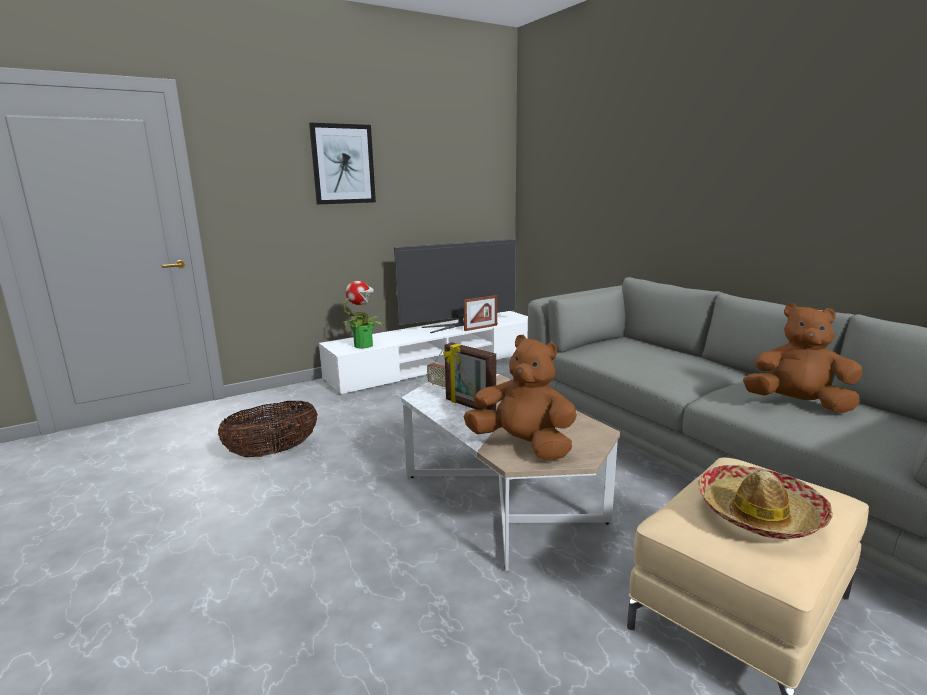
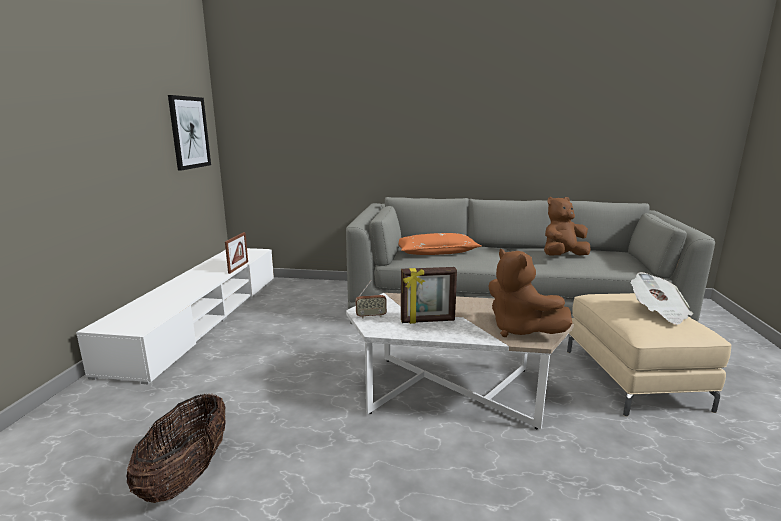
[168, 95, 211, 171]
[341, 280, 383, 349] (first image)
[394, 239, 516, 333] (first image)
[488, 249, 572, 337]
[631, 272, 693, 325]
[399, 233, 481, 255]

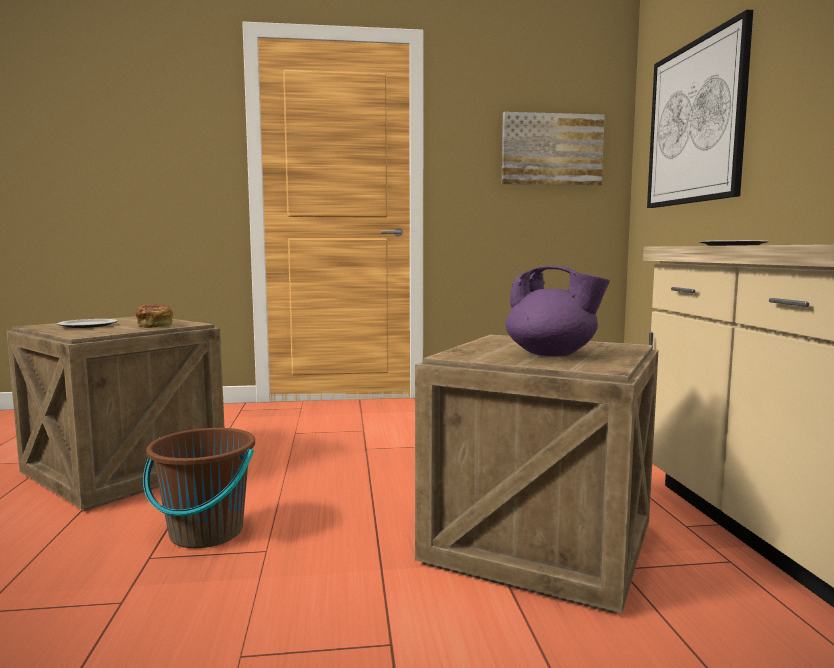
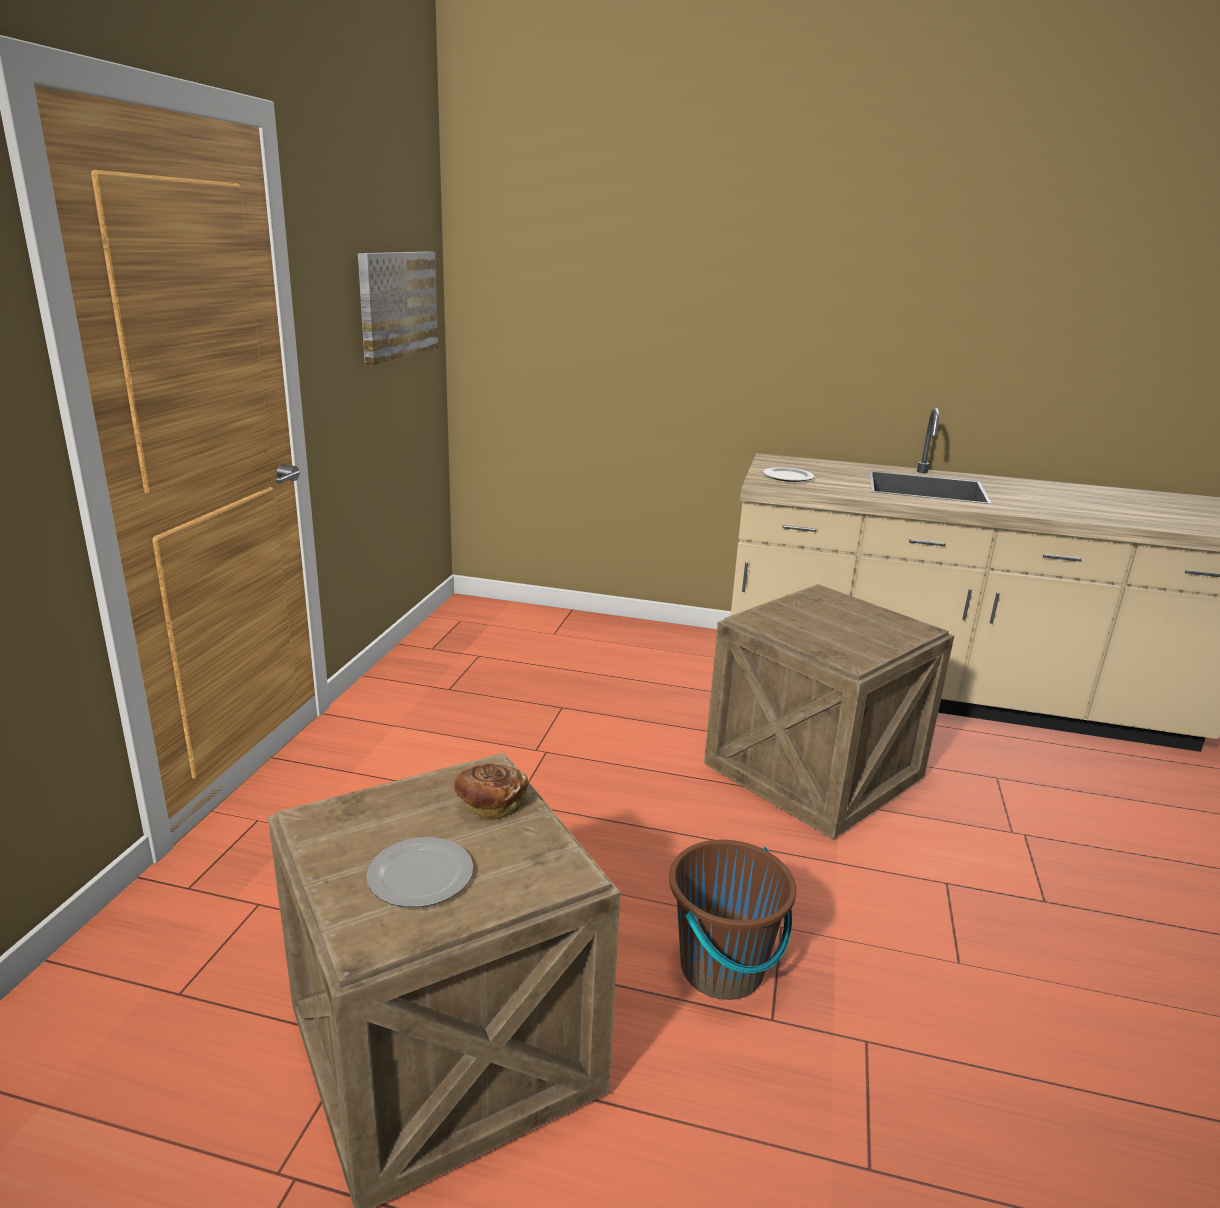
[506, 266, 610, 356] (first image)
[647, 10, 753, 208] (first image)

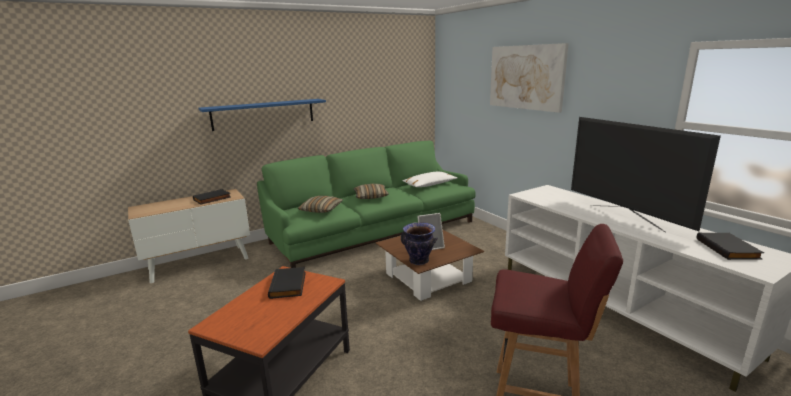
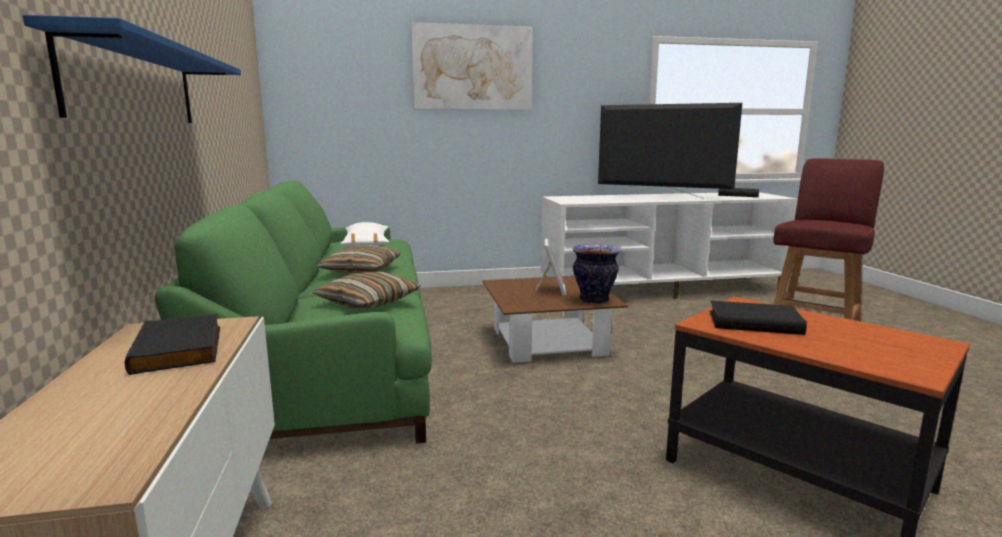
[598, 103, 742, 199]

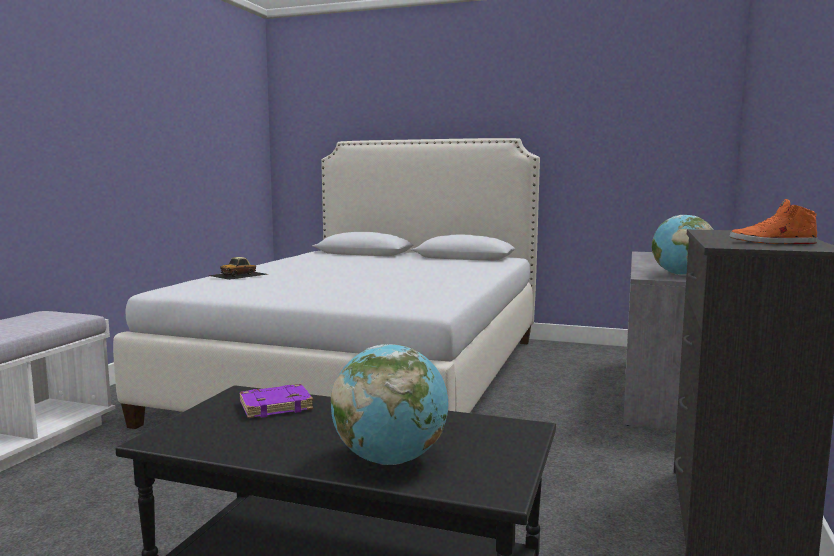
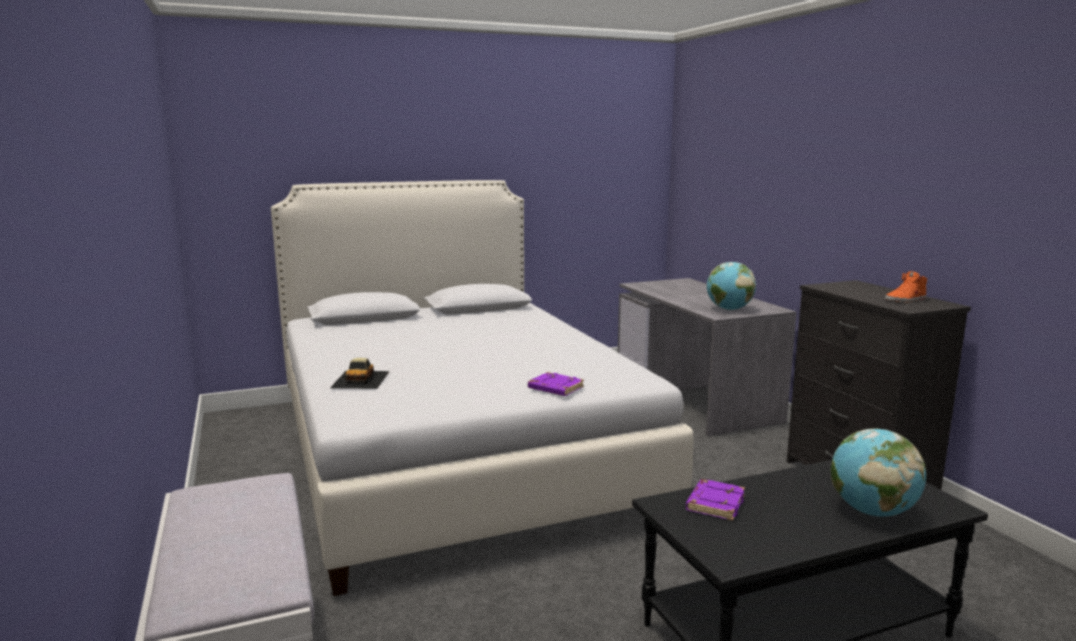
[528, 372, 584, 396]

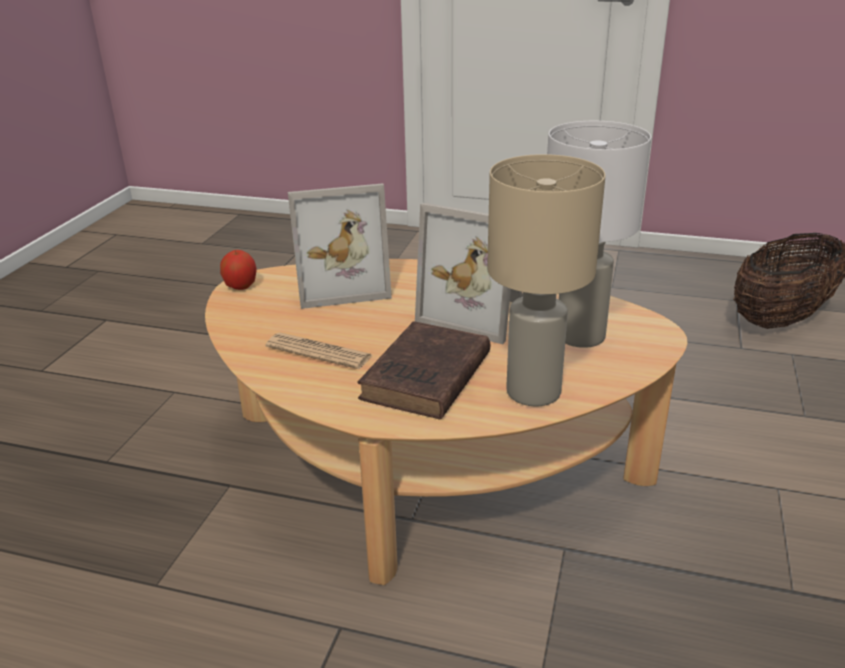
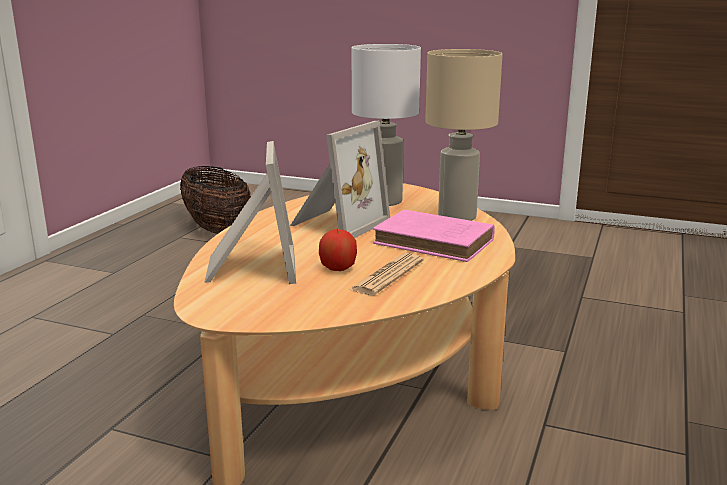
[319, 228, 357, 271]
[373, 210, 495, 262]

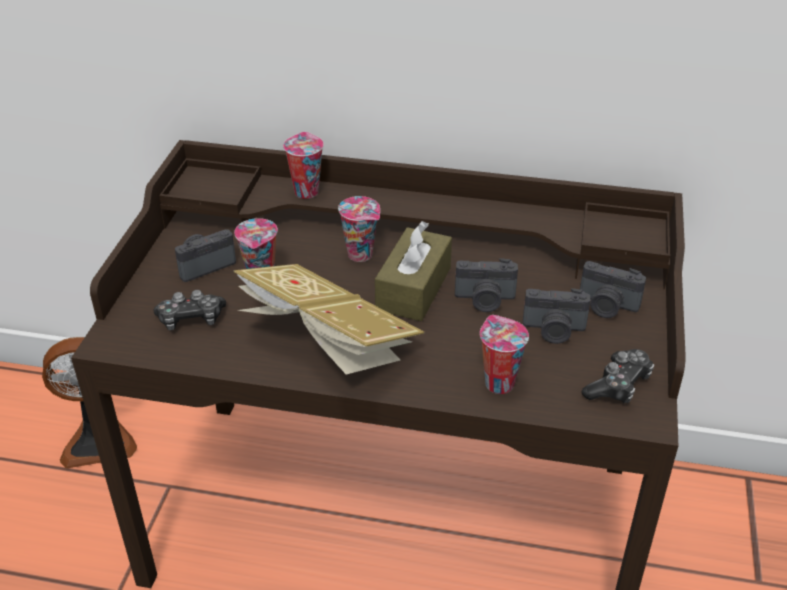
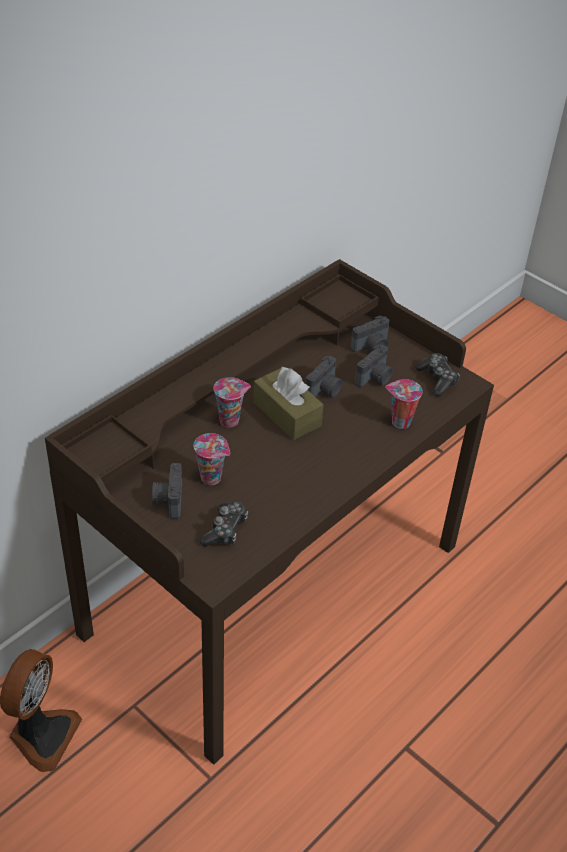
[234, 264, 425, 375] (first image)
[283, 132, 324, 199] (first image)

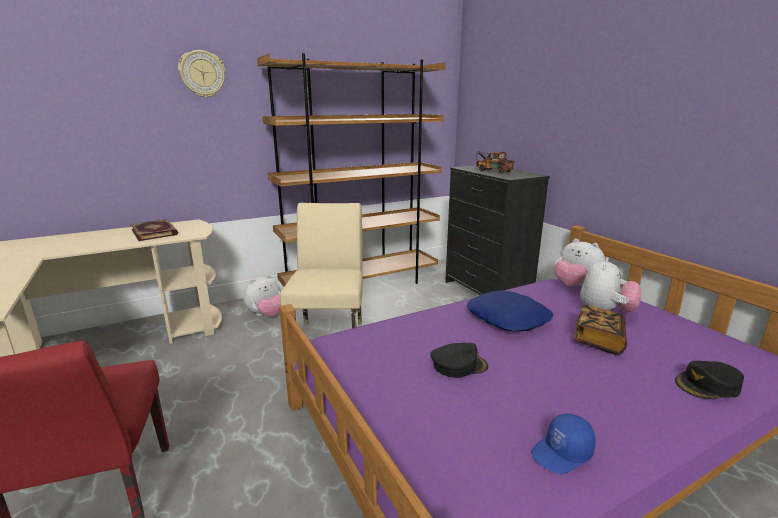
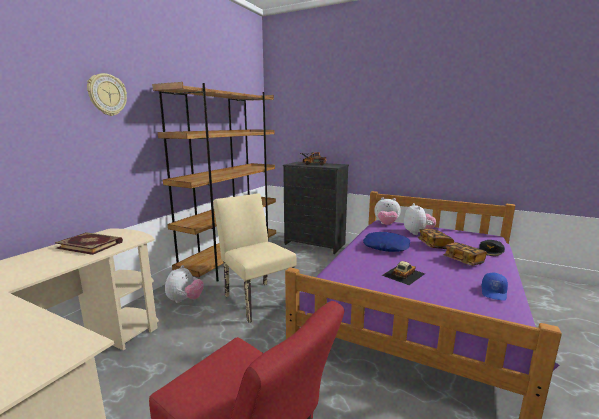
[382, 261, 425, 285]
[443, 242, 487, 266]

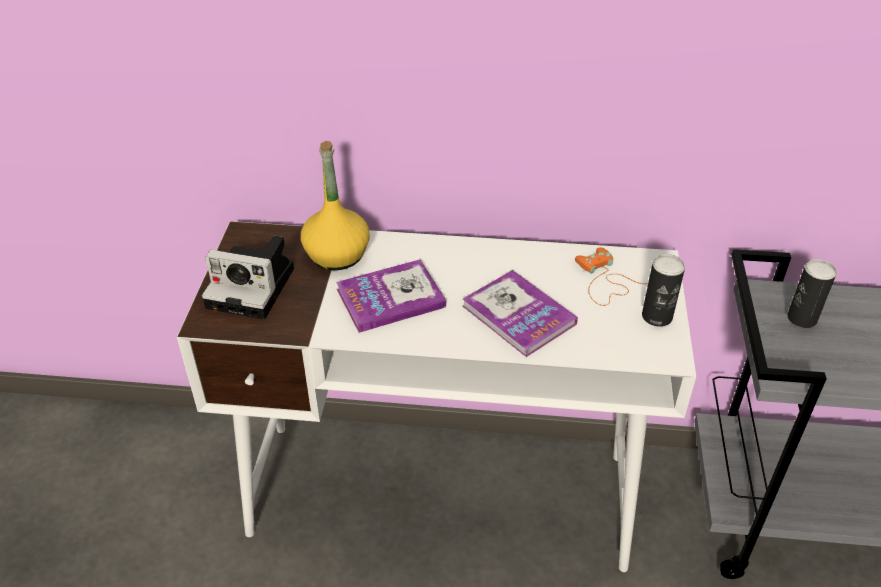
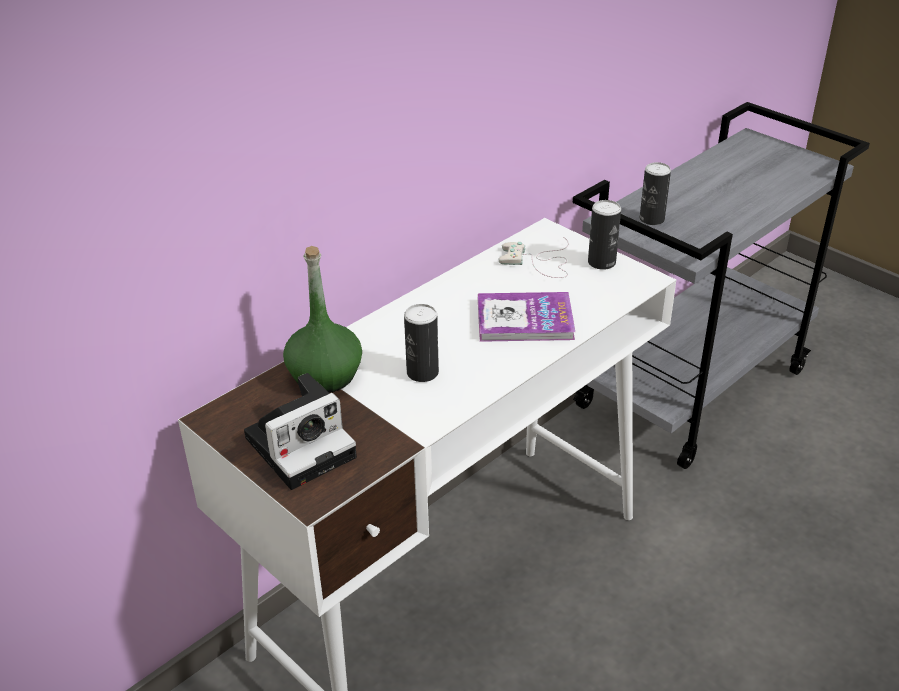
[283, 246, 362, 393]
[404, 304, 439, 382]
[499, 237, 569, 278]

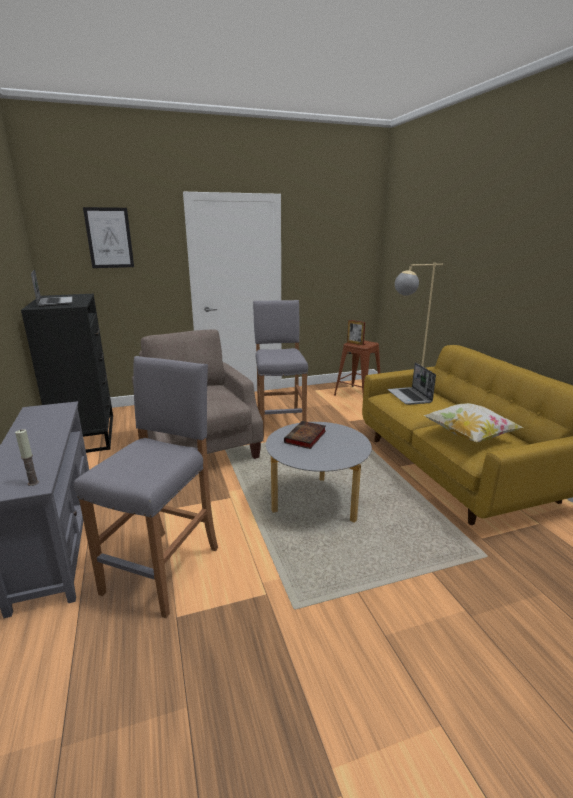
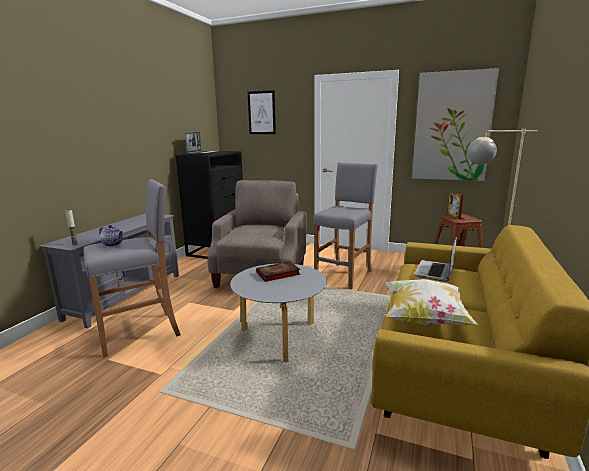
[99, 225, 123, 246]
[412, 68, 499, 181]

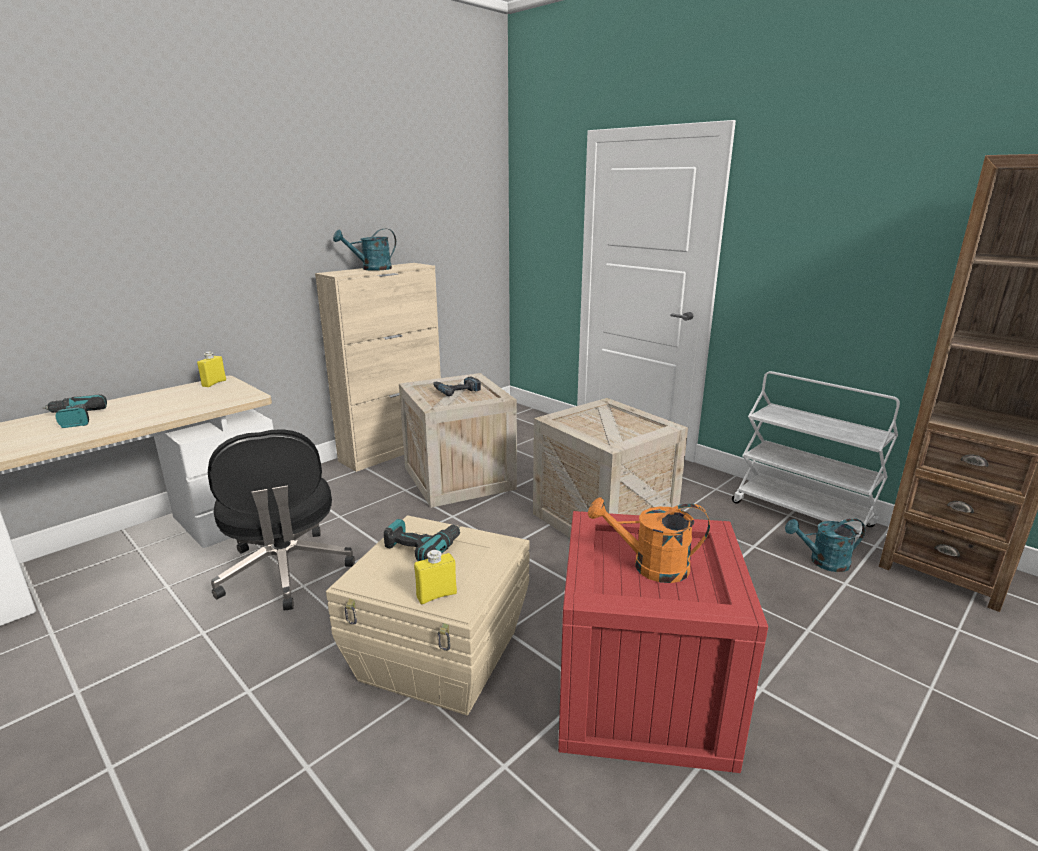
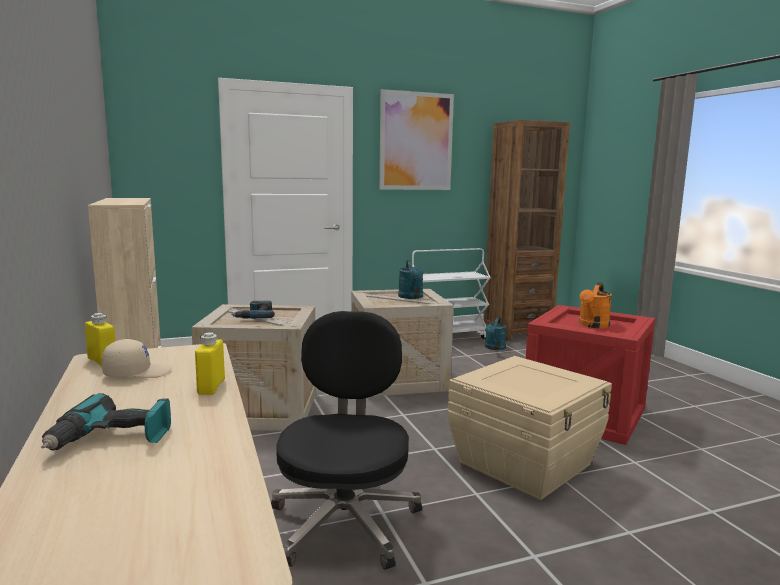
[271, 311, 422, 570]
[398, 260, 423, 299]
[384, 519, 460, 561] (first image)
[195, 332, 225, 395]
[102, 339, 172, 378]
[379, 89, 454, 190]

